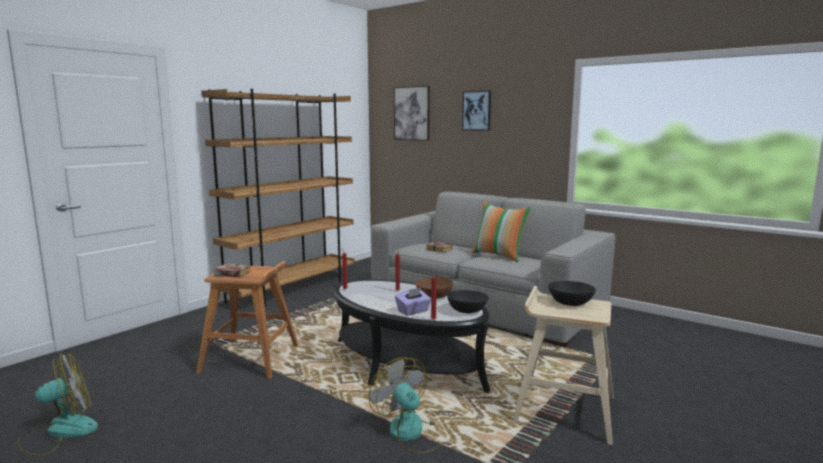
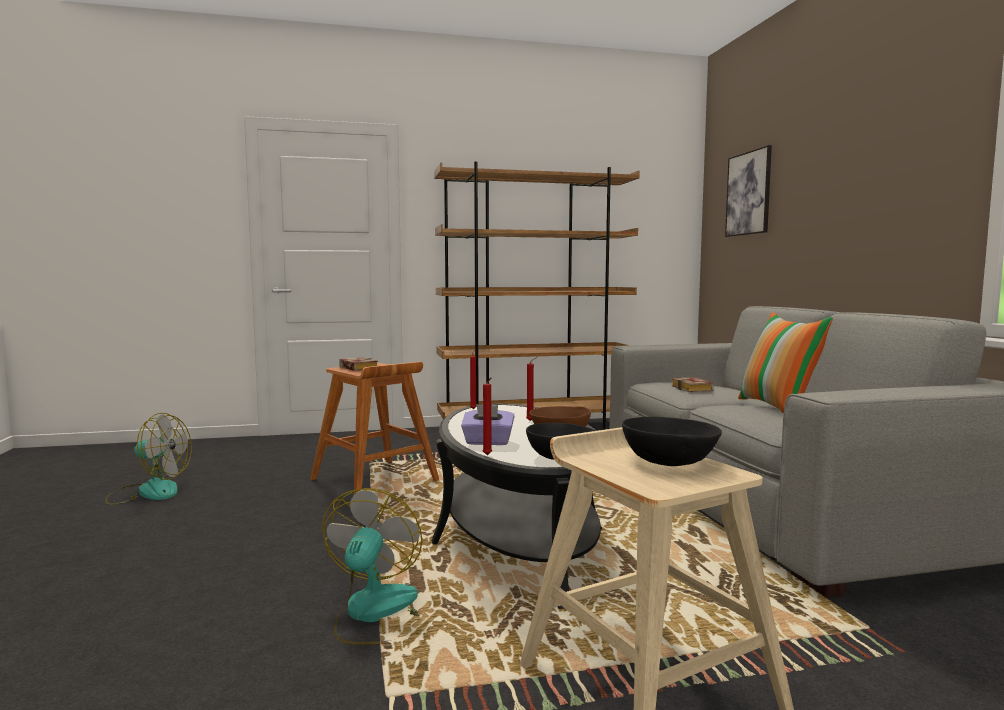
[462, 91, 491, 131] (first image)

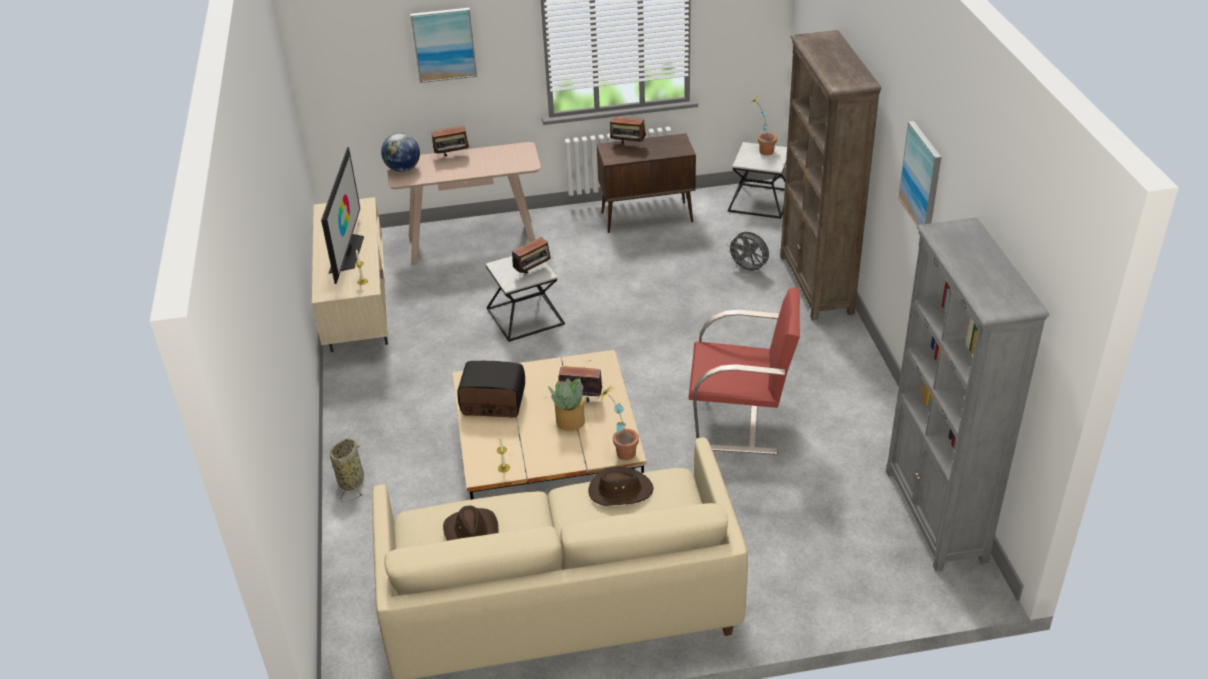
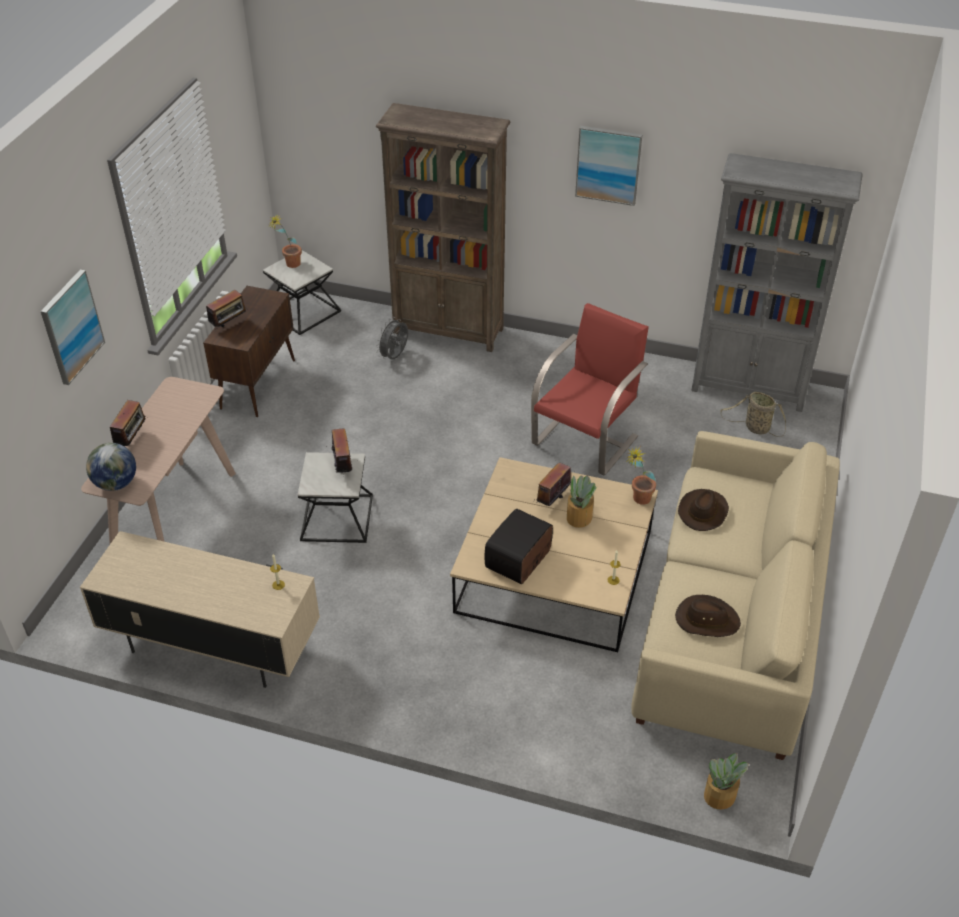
[321, 147, 364, 284] (first image)
[721, 392, 786, 437]
[376, 317, 408, 360]
[704, 753, 749, 810]

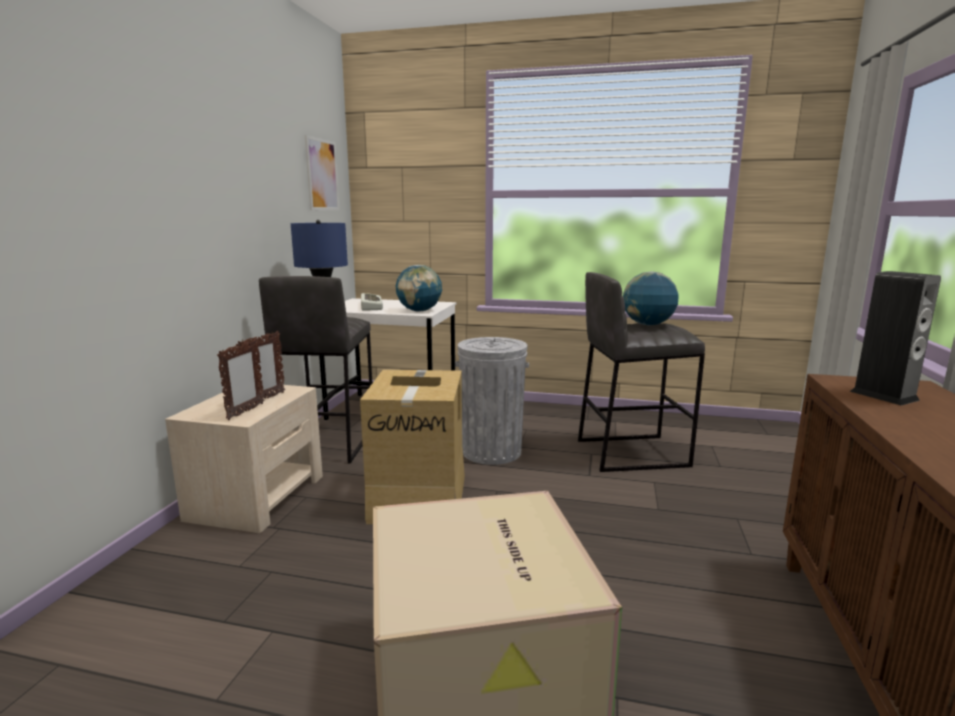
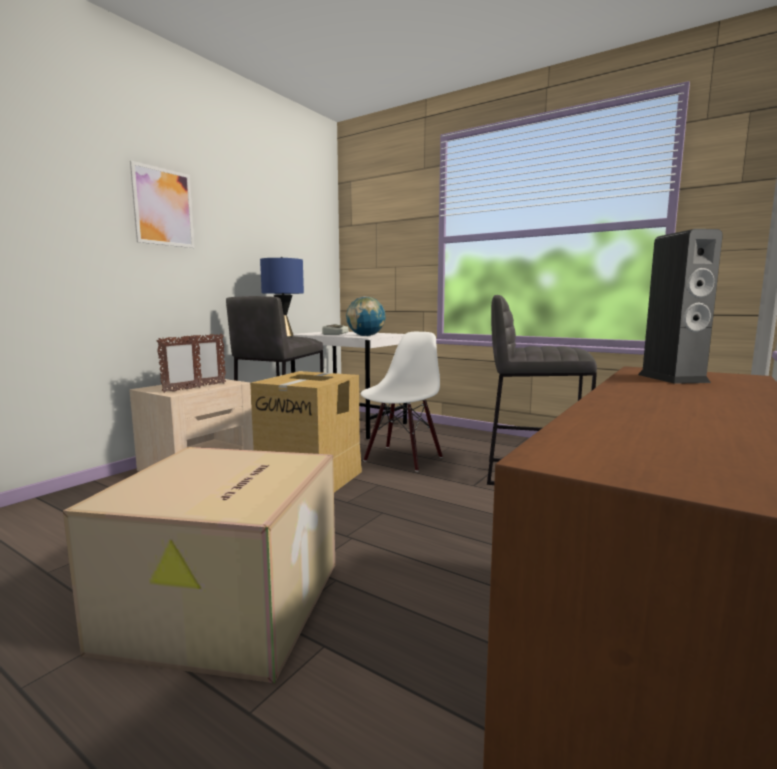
[130, 161, 195, 248]
[361, 332, 443, 472]
[623, 271, 679, 325] (first image)

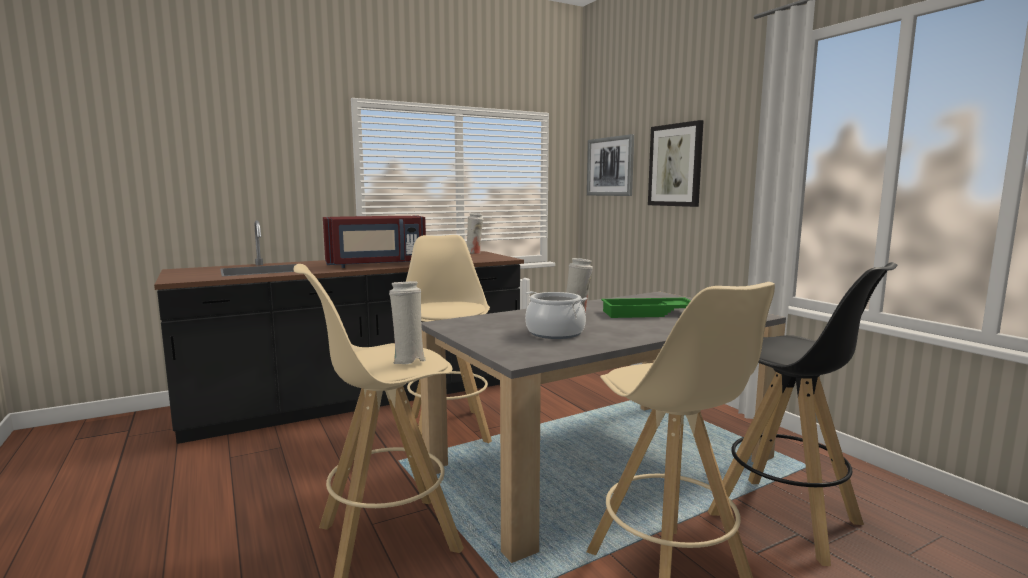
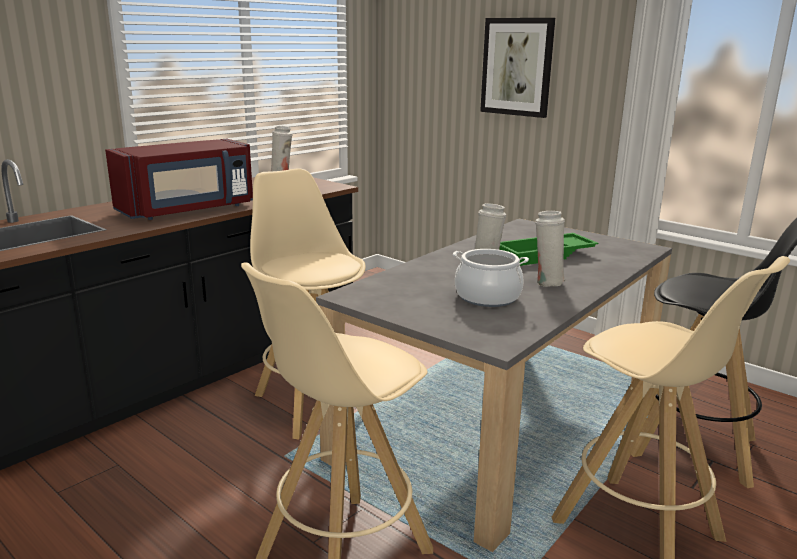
[535, 211, 566, 287]
[587, 134, 634, 196] (first image)

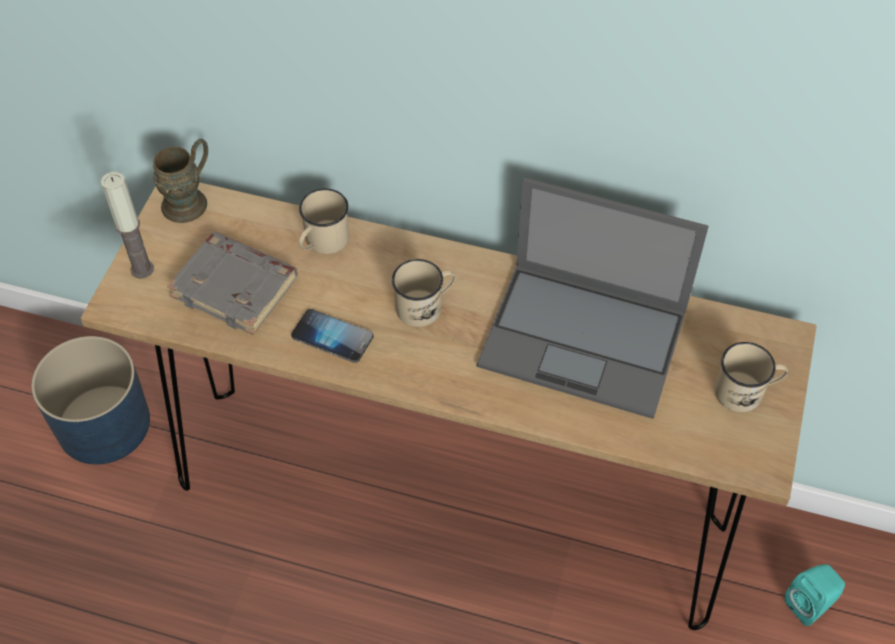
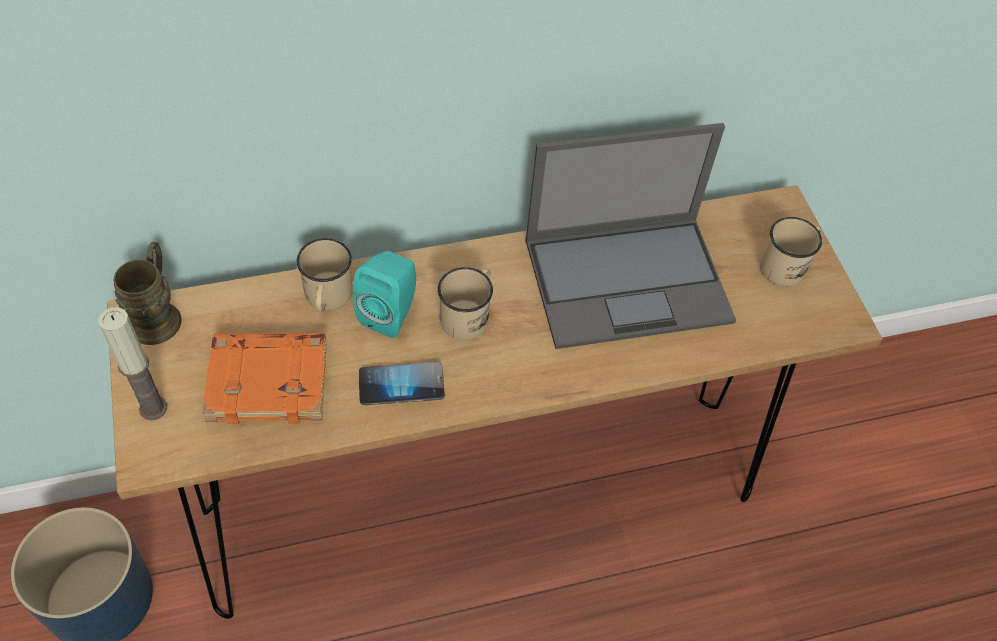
[202, 333, 326, 424]
[353, 251, 416, 338]

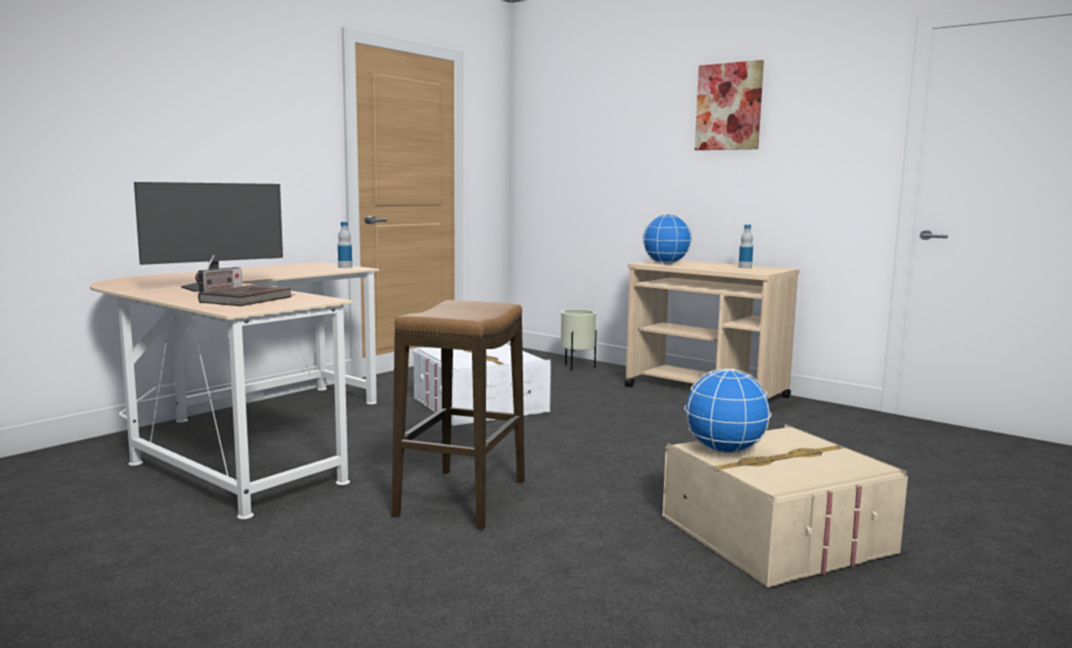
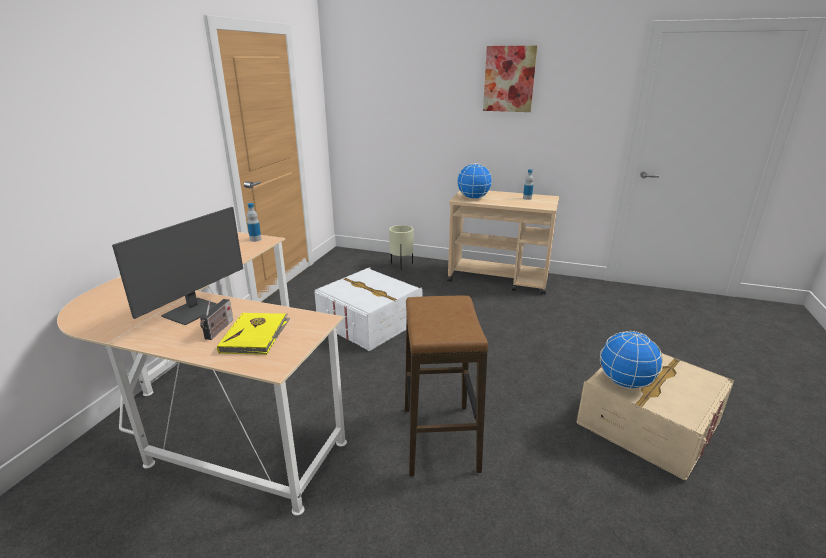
[217, 313, 290, 355]

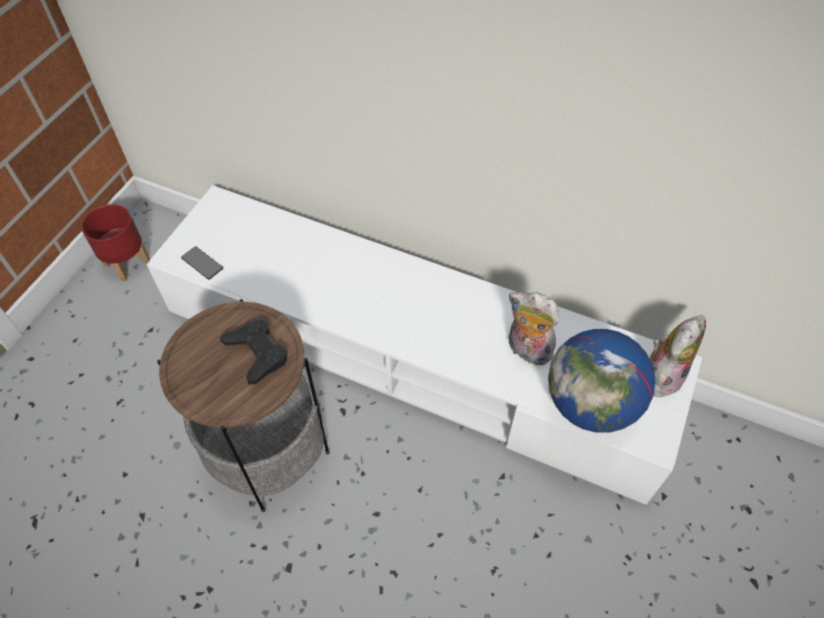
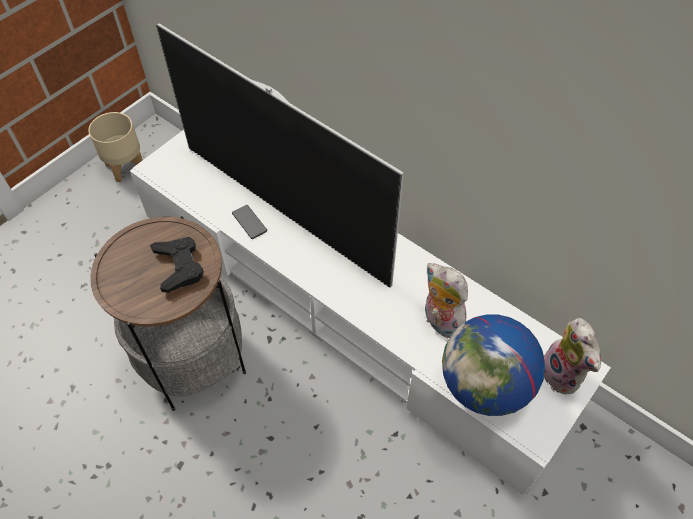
[88, 112, 143, 182]
[232, 205, 267, 239]
[544, 318, 601, 394]
[156, 24, 404, 288]

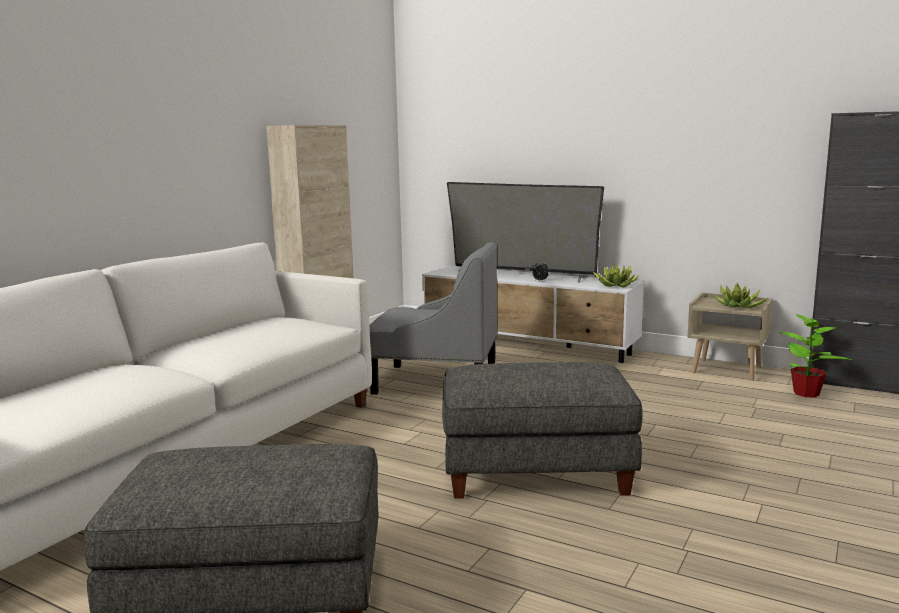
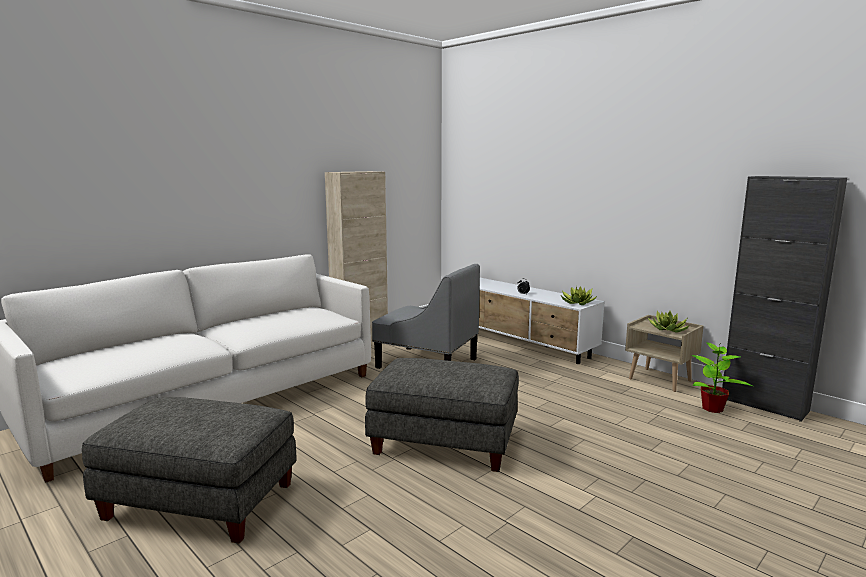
[447, 182, 604, 282] (first image)

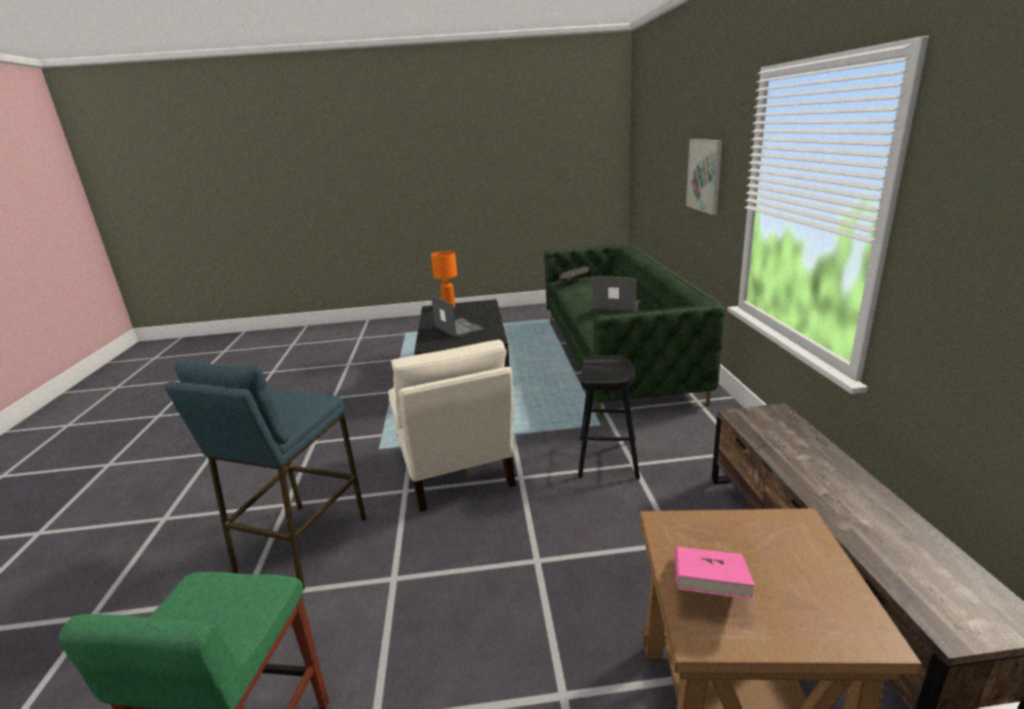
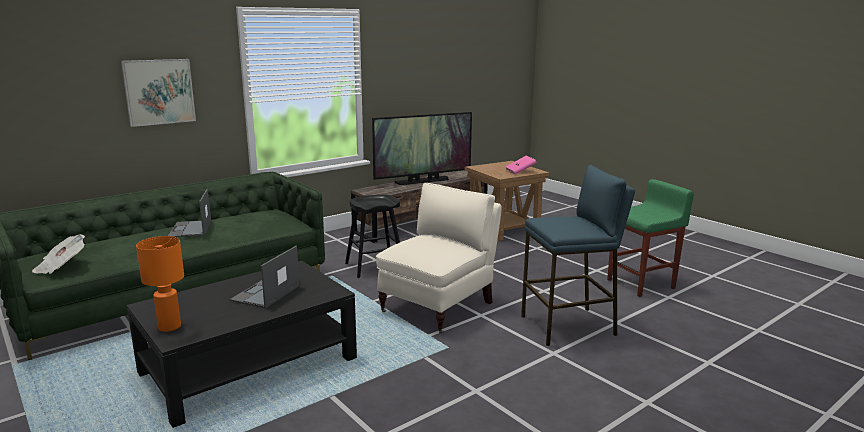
[372, 112, 472, 185]

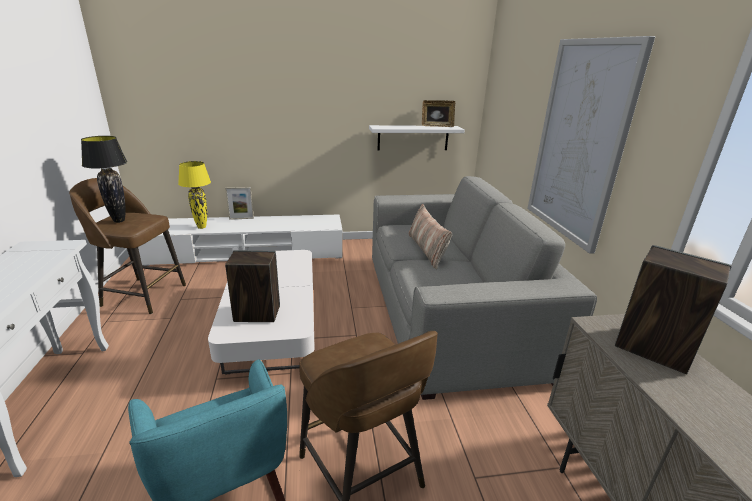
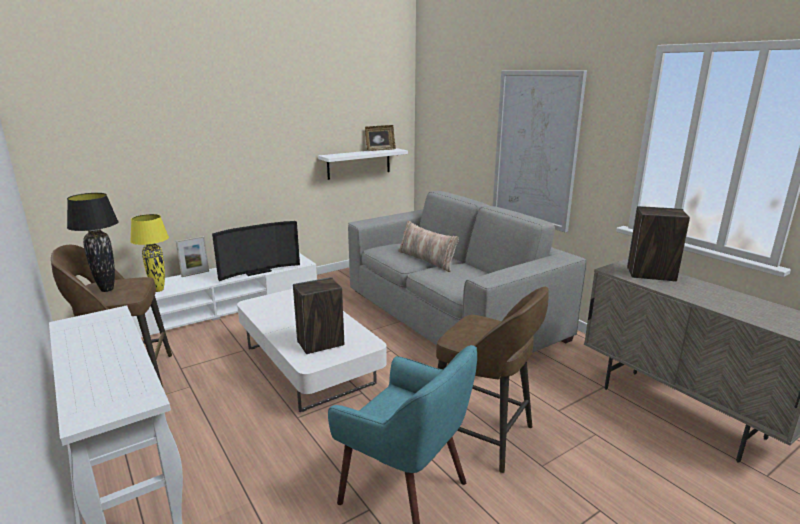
[212, 221, 300, 281]

